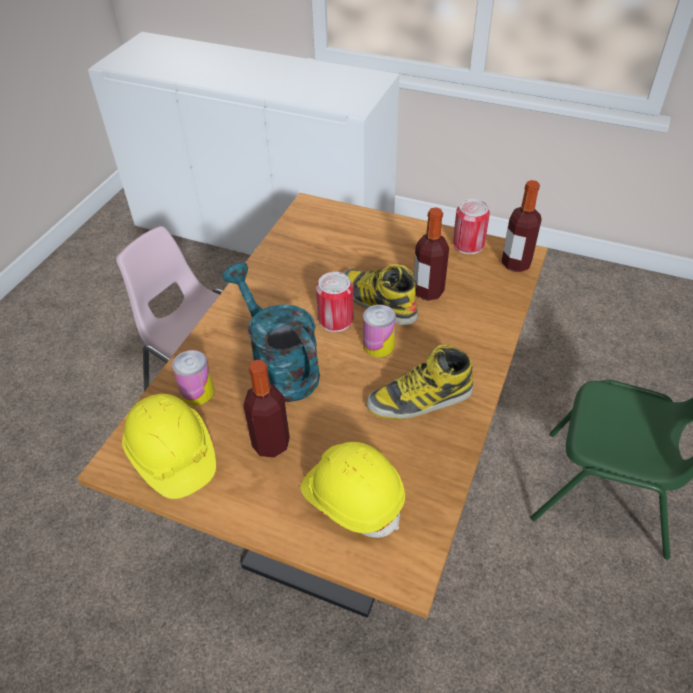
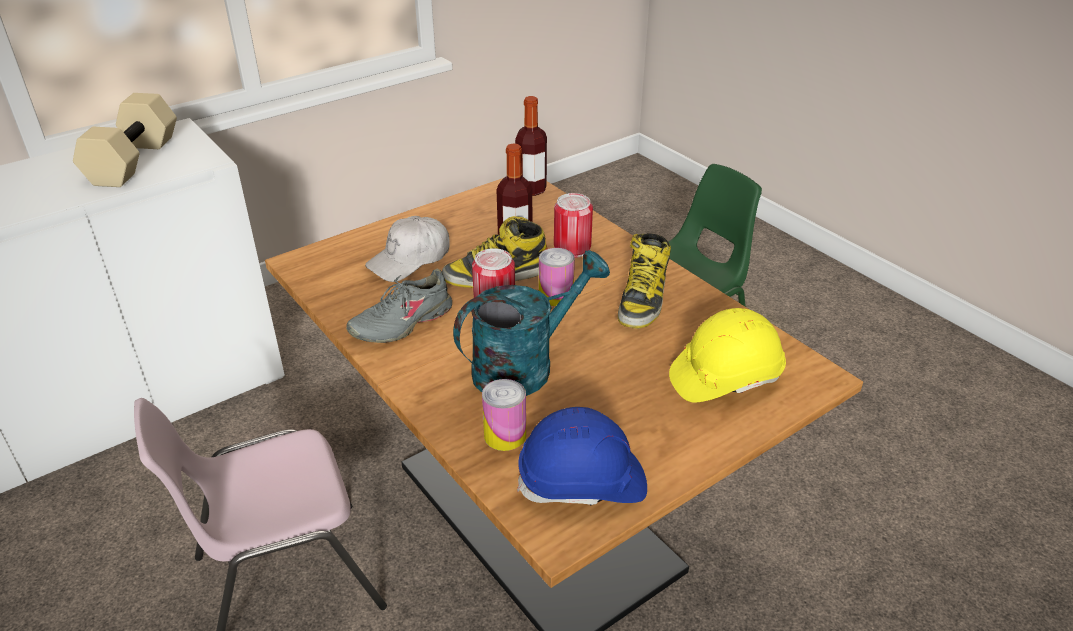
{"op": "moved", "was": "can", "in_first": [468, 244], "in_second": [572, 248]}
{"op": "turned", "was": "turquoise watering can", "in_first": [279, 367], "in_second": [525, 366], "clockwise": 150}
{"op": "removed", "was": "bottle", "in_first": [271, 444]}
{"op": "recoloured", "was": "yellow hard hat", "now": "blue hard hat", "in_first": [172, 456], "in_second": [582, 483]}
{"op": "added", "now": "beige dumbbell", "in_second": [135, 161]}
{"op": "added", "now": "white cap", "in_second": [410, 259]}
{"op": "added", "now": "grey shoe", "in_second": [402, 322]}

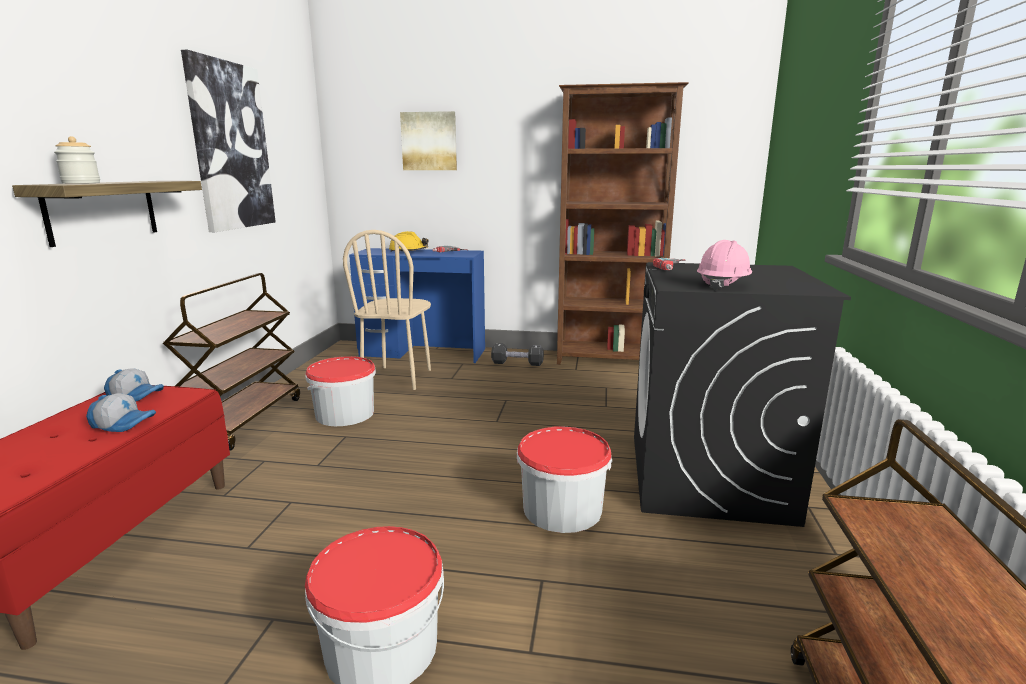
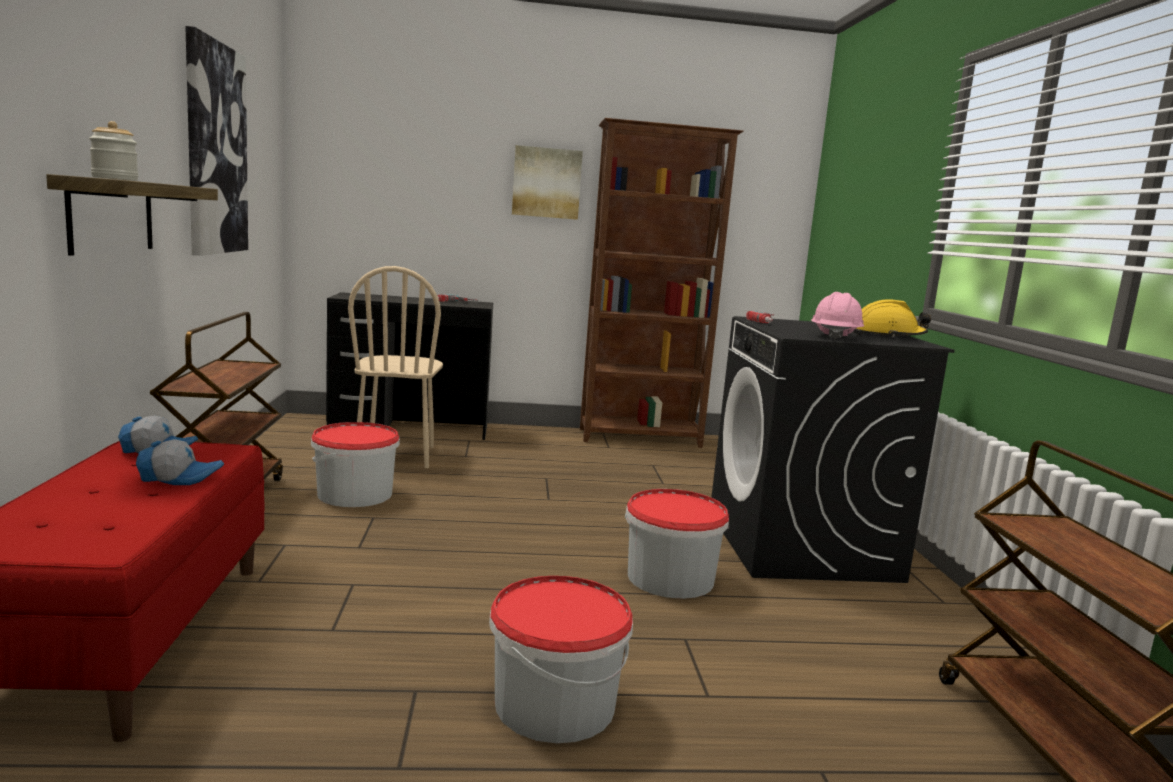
{"op": "moved", "was": "picture", "in_first": [429, 141], "in_second": [546, 183]}
{"op": "moved", "was": "yellow hard hat", "in_first": [408, 251], "in_second": [887, 336]}
{"op": "recoloured", "was": "blue desk", "now": "black desk", "in_first": [423, 352], "in_second": [410, 428]}
{"op": "removed", "was": "black dumbbell", "in_first": [517, 363]}

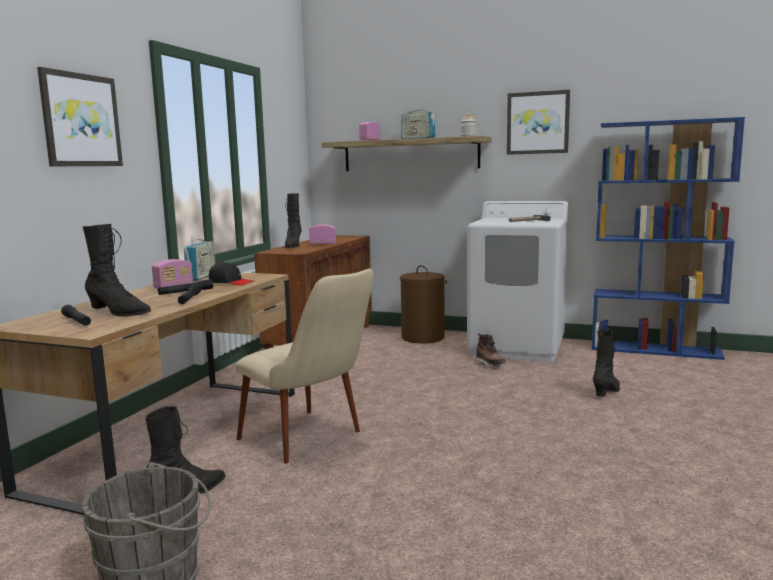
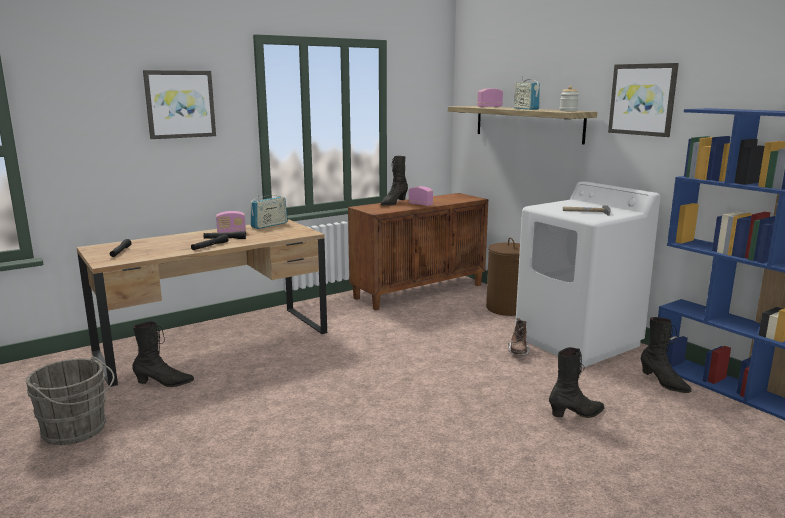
{"op": "moved", "was": "black boot", "in_first": [118, 312], "in_second": [663, 382]}
{"op": "removed", "was": "black cap", "in_first": [230, 282]}
{"op": "removed", "was": "beige chair", "in_first": [312, 441]}

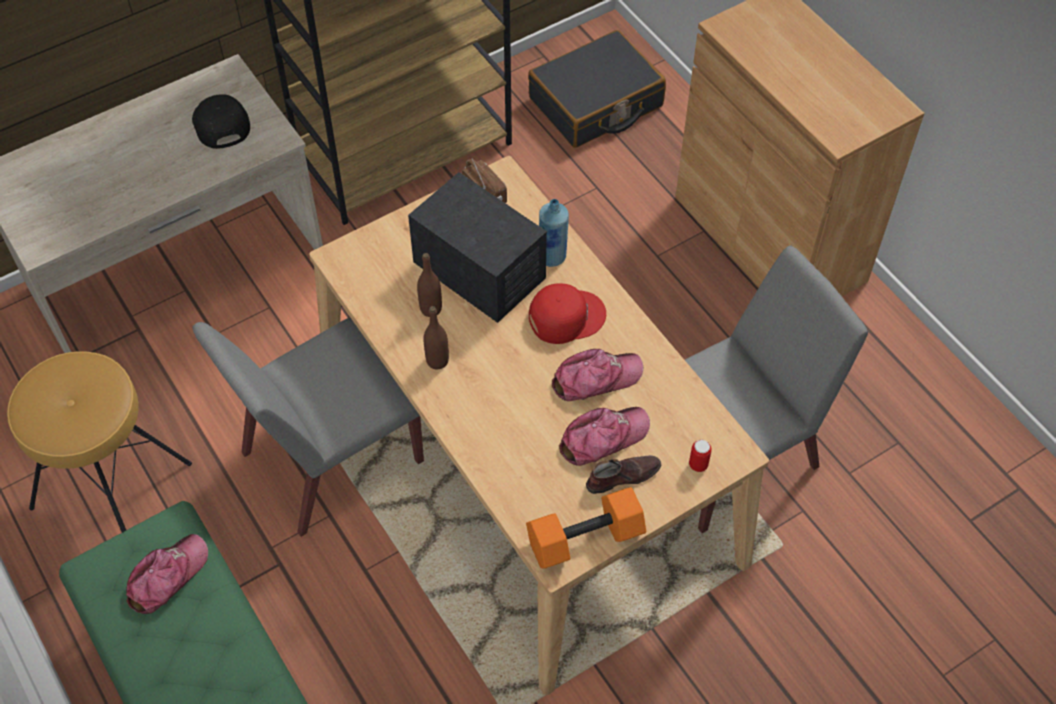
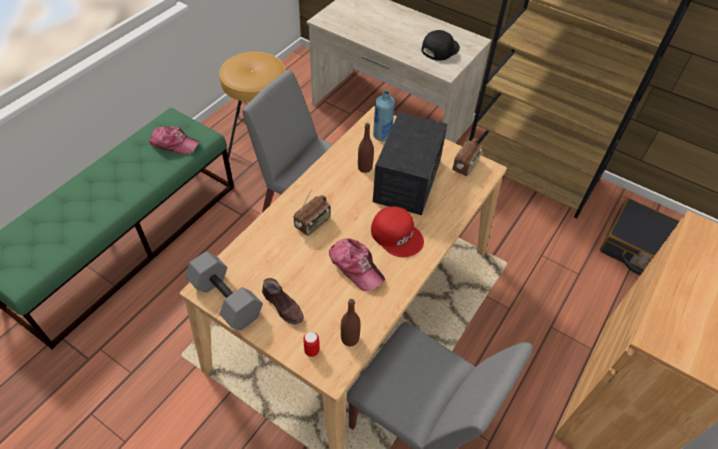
{"op": "moved", "was": "blue bottle", "in_first": [552, 257], "in_second": [382, 136]}
{"op": "moved", "was": "brown bottle", "in_first": [437, 361], "in_second": [350, 339]}
{"op": "removed", "was": "cap", "in_first": [603, 438]}
{"op": "recoloured", "was": "orange dumbbell", "now": "grey dumbbell", "in_first": [584, 540], "in_second": [224, 299]}
{"op": "added", "now": "radio", "in_second": [313, 224]}

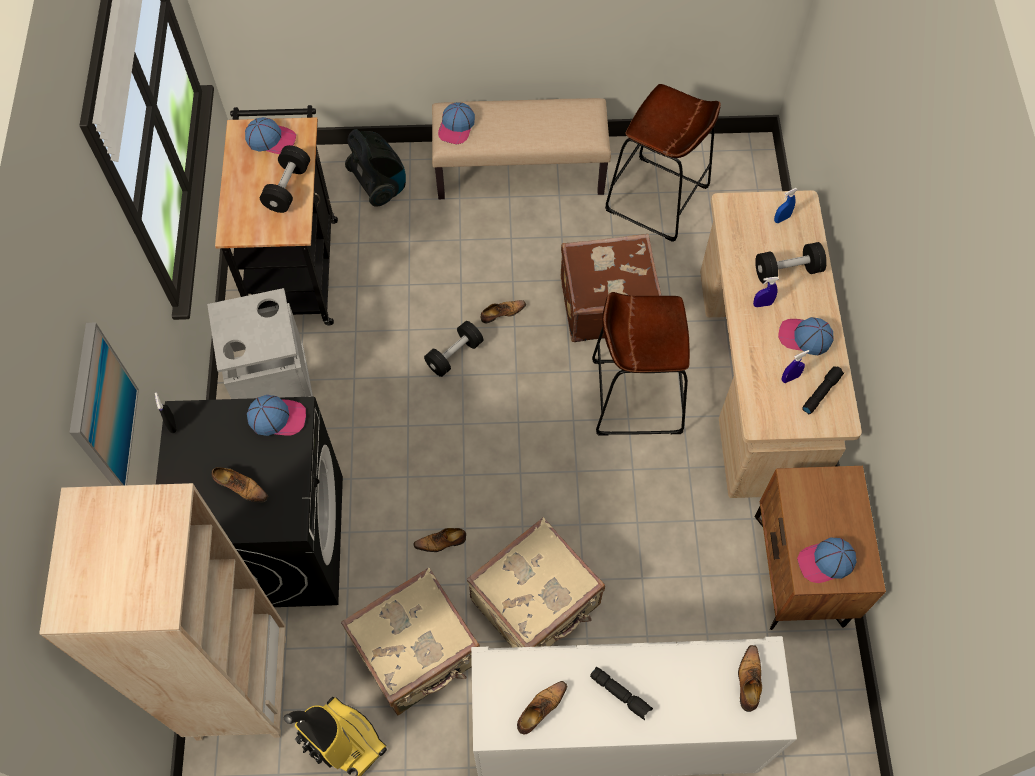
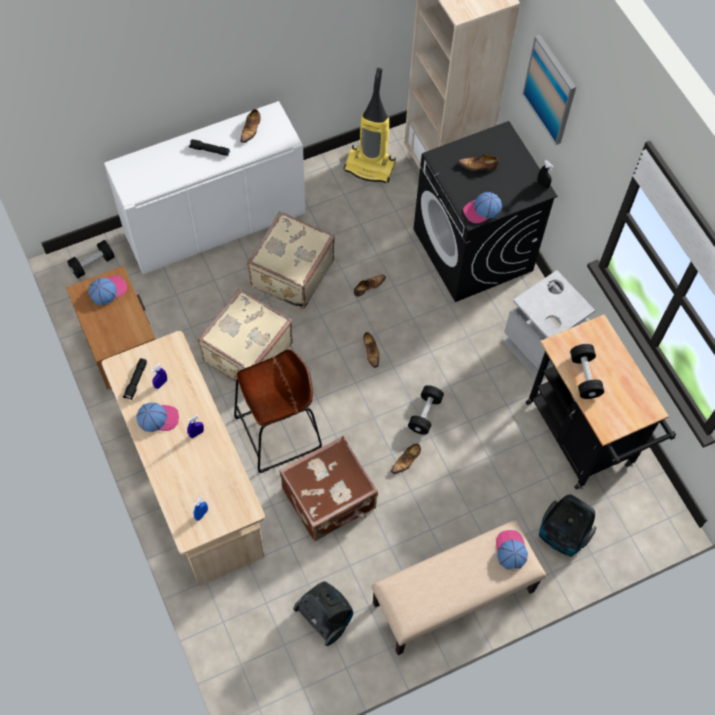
{"op": "replaced", "was": "brown stool", "now": "vacuum cleaner", "in_first": [657, 199], "in_second": [325, 617]}
{"op": "removed", "was": "cap", "in_first": [271, 139]}
{"op": "moved", "was": "black dumbbell", "in_first": [787, 271], "in_second": [92, 264]}
{"op": "moved", "was": "beige suitcase", "in_first": [417, 653], "in_second": [246, 352]}
{"op": "moved", "was": "shoe", "in_first": [748, 681], "in_second": [371, 351]}

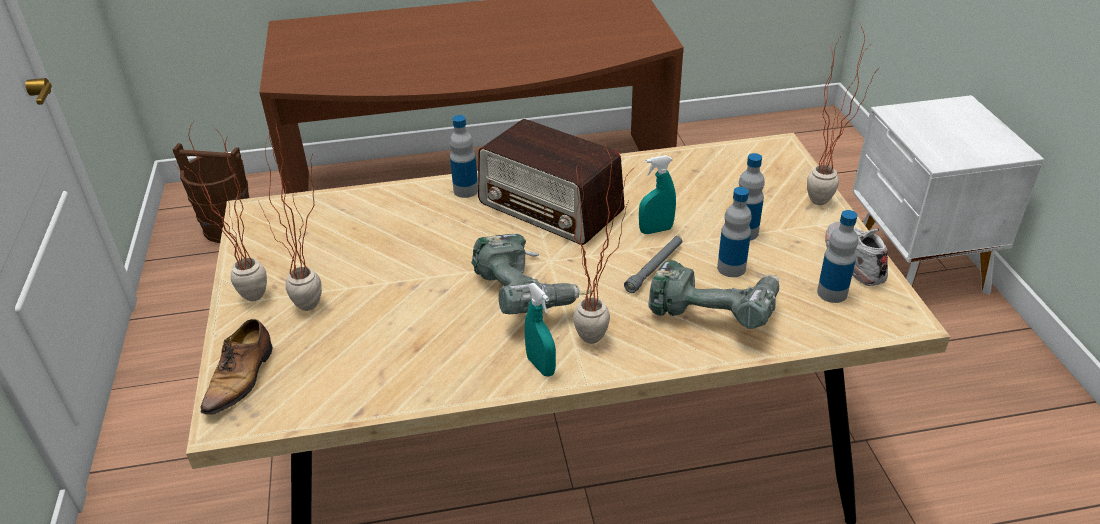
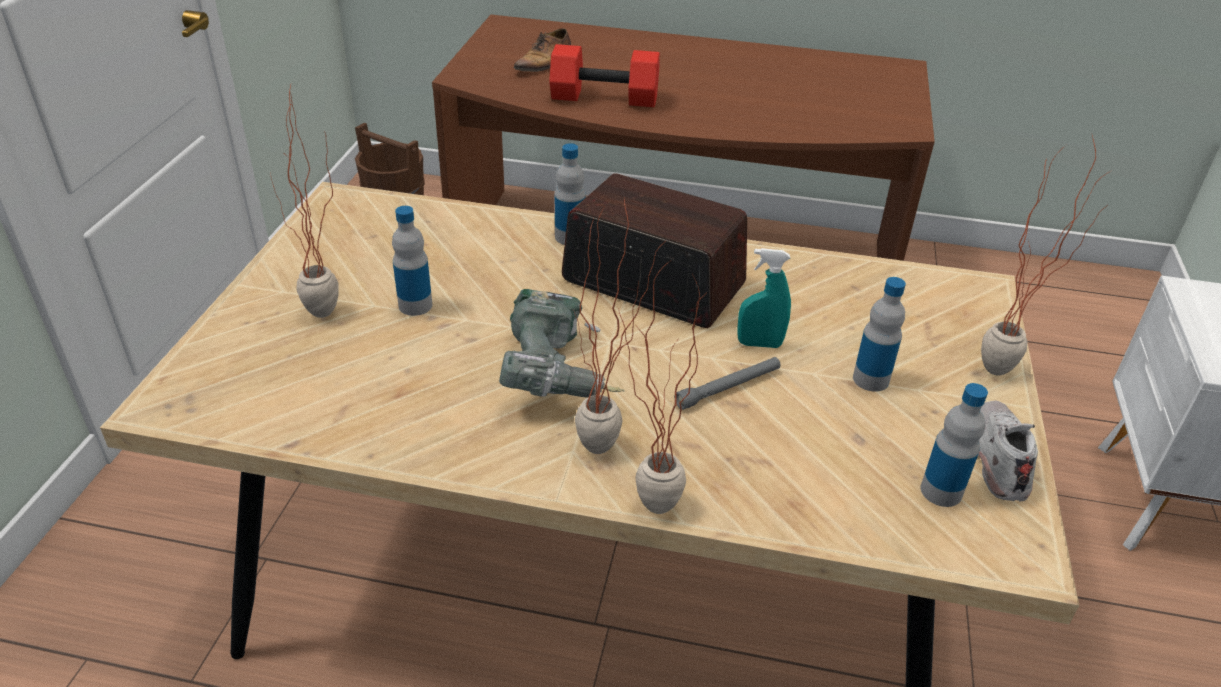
{"op": "turned", "was": "radio", "in_first": [551, 207], "in_second": [652, 282], "clockwise": 150}
{"op": "moved", "was": "potted plant", "in_first": [245, 302], "in_second": [644, 511]}
{"op": "moved", "was": "bottle", "in_first": [731, 268], "in_second": [415, 305]}
{"op": "removed", "was": "power drill", "in_first": [713, 311]}
{"op": "removed", "was": "turquoise spray bottle", "in_first": [541, 366]}
{"op": "moved", "was": "shoe", "in_first": [241, 378], "in_second": [544, 63]}
{"op": "added", "now": "red dumbbell", "in_second": [603, 98]}

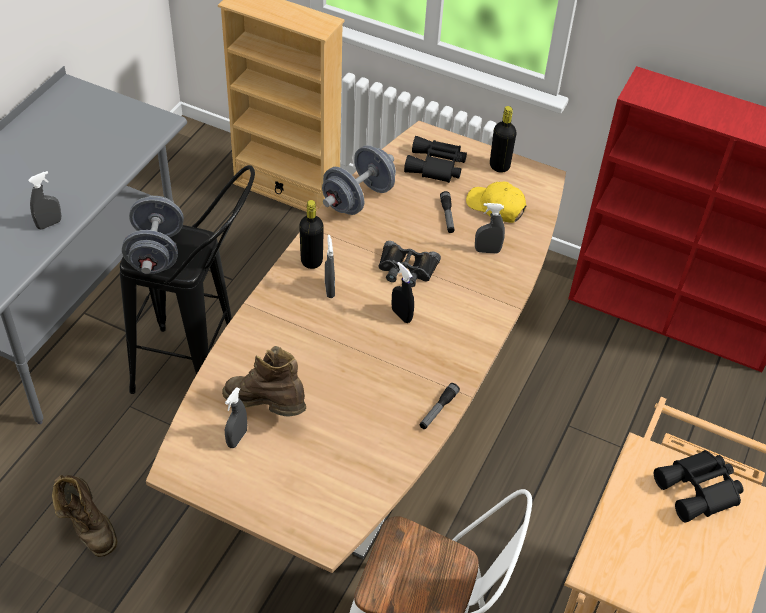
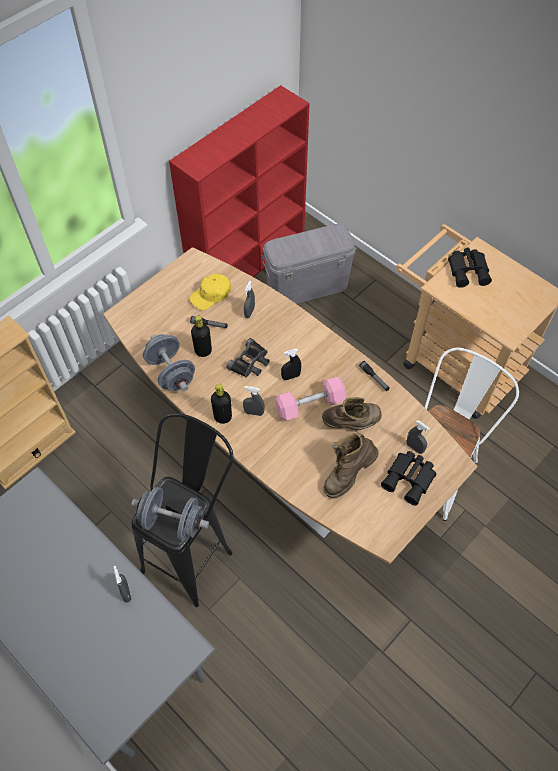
{"op": "moved", "was": "black bottle", "in_first": [499, 166], "in_second": [203, 351]}
{"op": "moved", "was": "black binoculars", "in_first": [436, 166], "in_second": [410, 479]}
{"op": "moved", "was": "grey spray bottle", "in_first": [237, 438], "in_second": [414, 447]}
{"op": "moved", "was": "brown boot", "in_first": [88, 527], "in_second": [352, 424]}
{"op": "added", "now": "grey storage box", "in_second": [307, 286]}
{"op": "added", "now": "pink dumbbell", "in_second": [310, 405]}

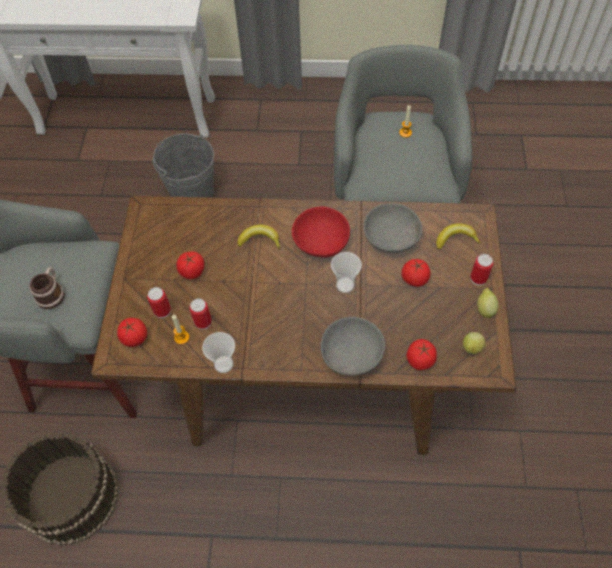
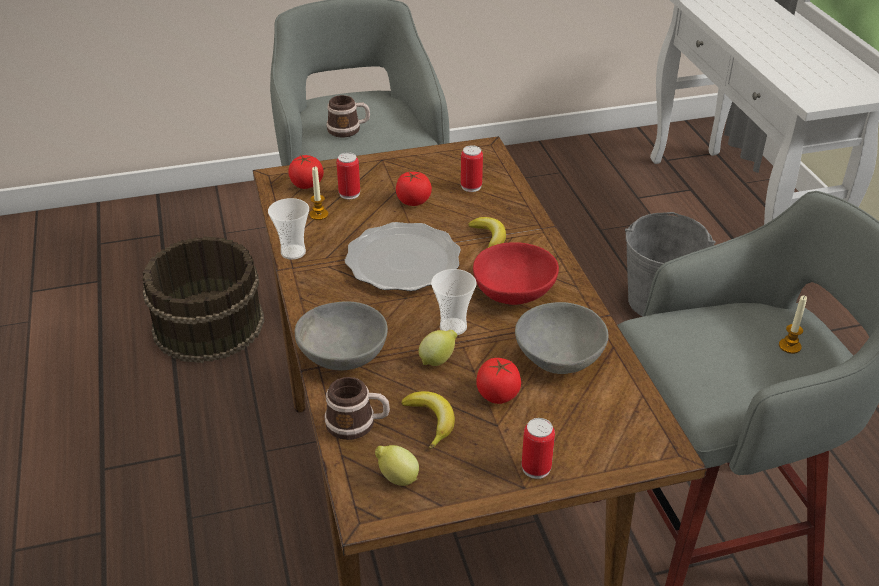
{"op": "moved", "was": "banana", "in_first": [455, 239], "in_second": [431, 421]}
{"op": "moved", "was": "lemon", "in_first": [485, 309], "in_second": [438, 360]}
{"op": "moved", "was": "can", "in_first": [203, 322], "in_second": [471, 186]}
{"op": "replaced", "was": "tomato", "now": "mug", "in_first": [420, 360], "in_second": [357, 424]}
{"op": "added", "now": "plate", "in_second": [402, 262]}

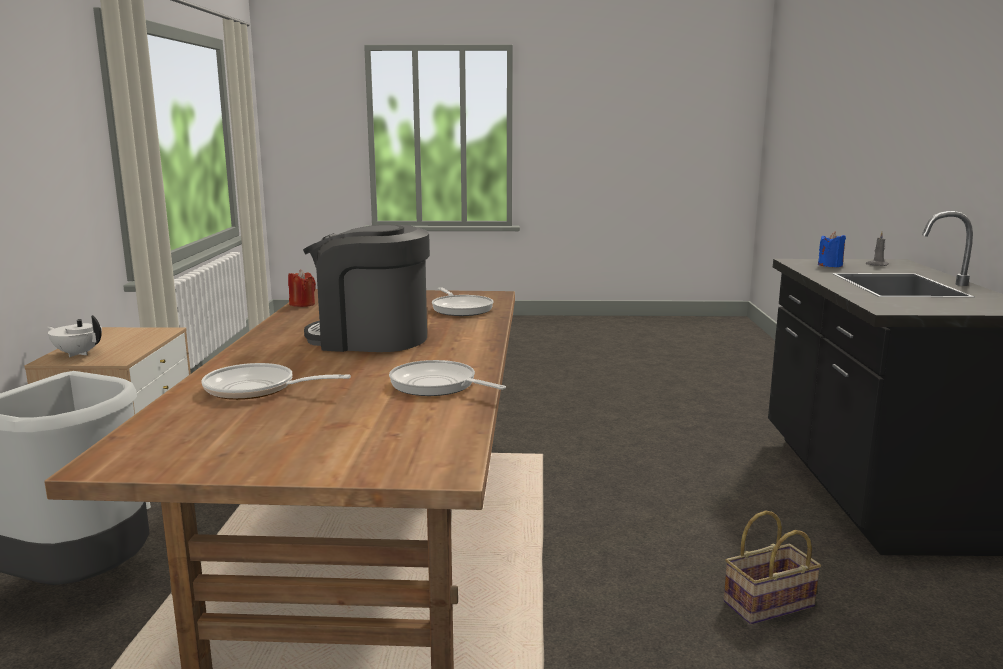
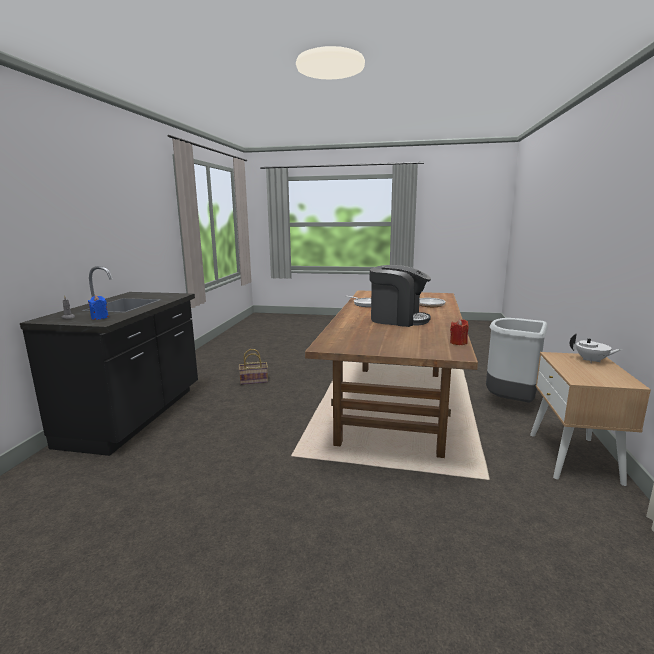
{"op": "removed", "was": "frying pan", "in_first": [461, 308]}

